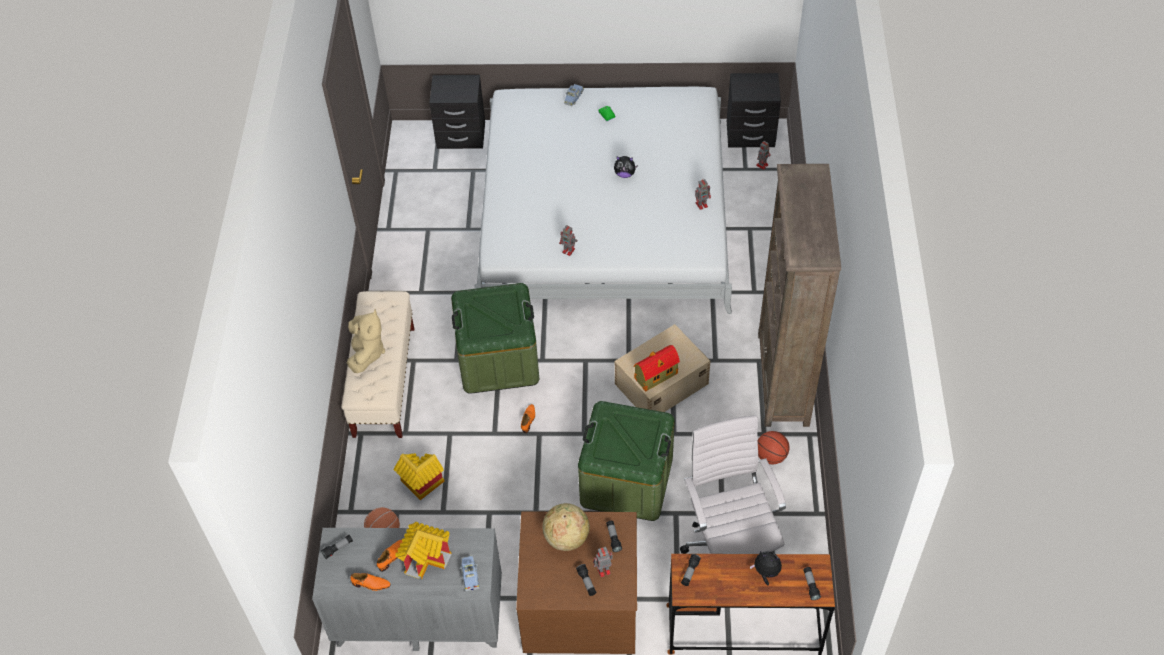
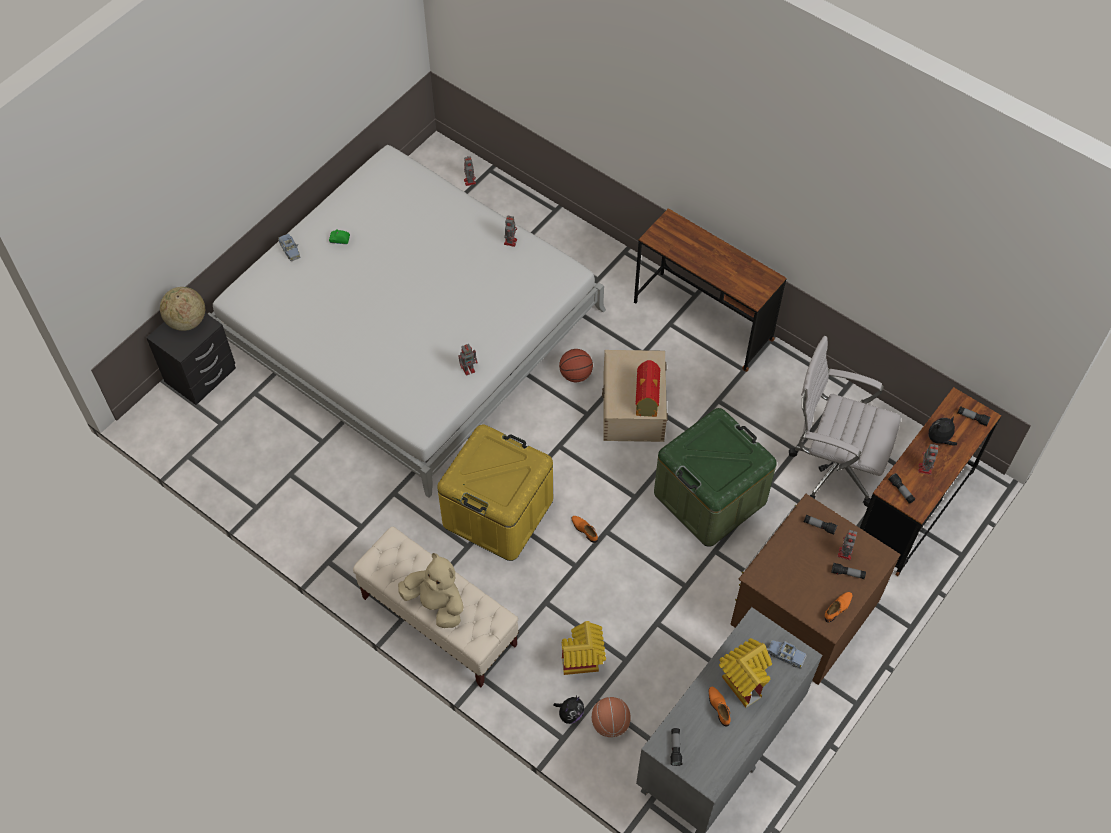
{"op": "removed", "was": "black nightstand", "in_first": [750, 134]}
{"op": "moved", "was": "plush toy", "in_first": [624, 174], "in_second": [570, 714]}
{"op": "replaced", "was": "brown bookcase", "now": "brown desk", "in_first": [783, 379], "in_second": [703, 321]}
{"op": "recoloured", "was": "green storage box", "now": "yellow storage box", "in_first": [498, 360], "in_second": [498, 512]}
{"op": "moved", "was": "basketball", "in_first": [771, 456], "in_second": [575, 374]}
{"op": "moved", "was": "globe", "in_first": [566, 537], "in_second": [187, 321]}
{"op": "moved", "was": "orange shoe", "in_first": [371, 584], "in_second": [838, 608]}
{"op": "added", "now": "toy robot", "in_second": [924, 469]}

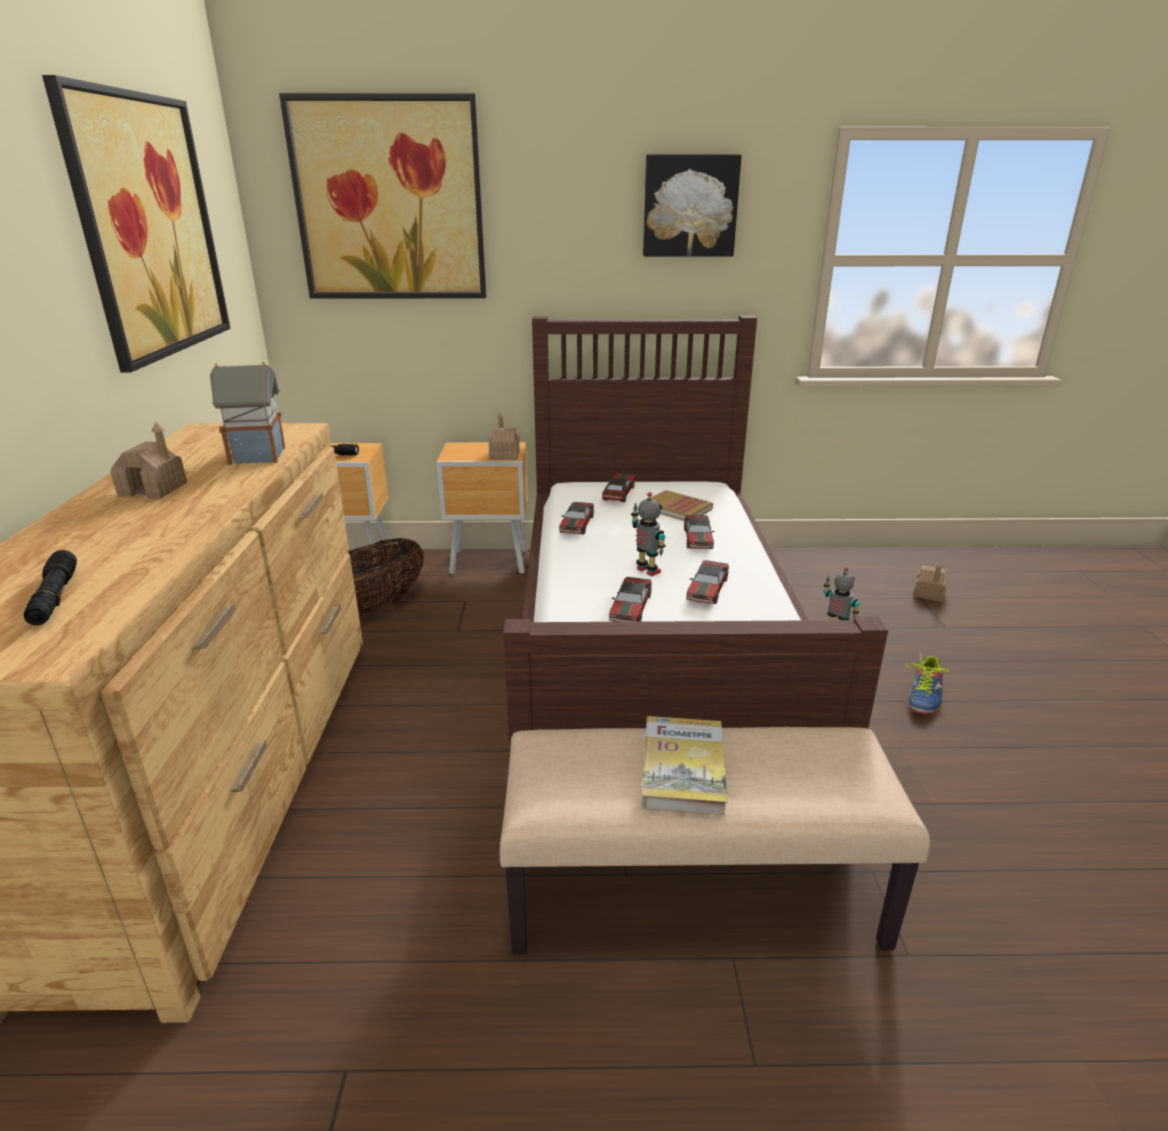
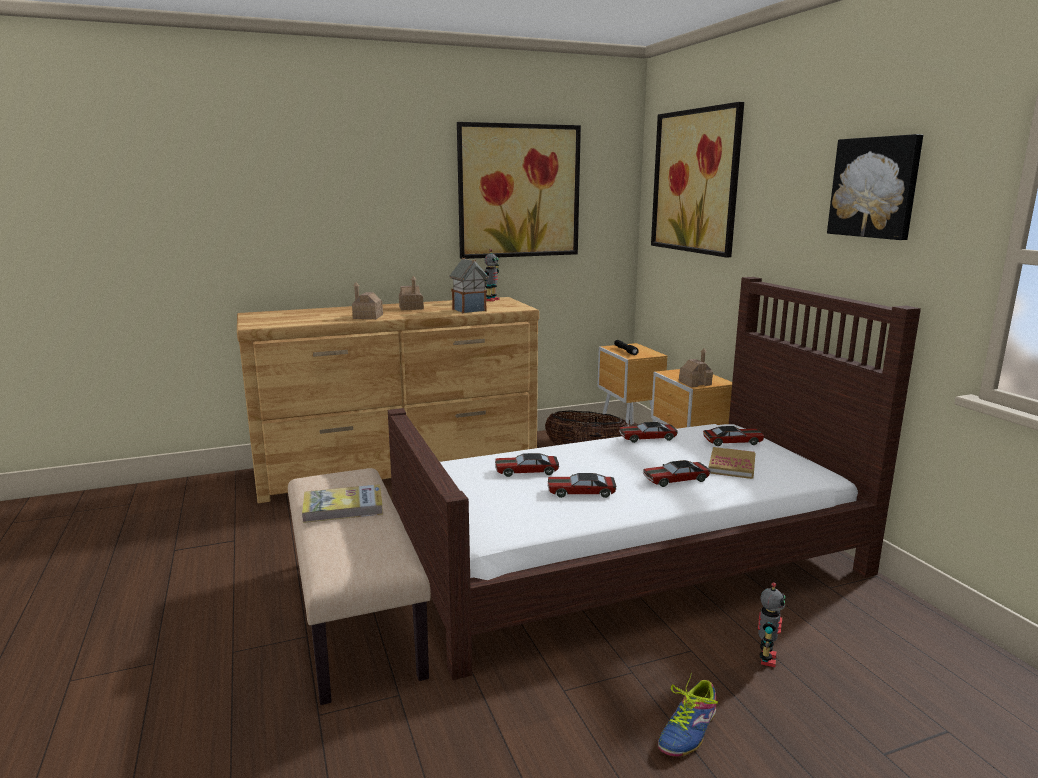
{"op": "moved", "was": "toy robot", "in_first": [647, 571], "in_second": [491, 300]}
{"op": "removed", "was": "black flashlight", "in_first": [54, 597]}
{"op": "moved", "was": "toy house", "in_first": [929, 593], "in_second": [367, 317]}
{"op": "turned", "was": "shoe", "in_first": [924, 696], "in_second": [688, 730], "clockwise": -60}

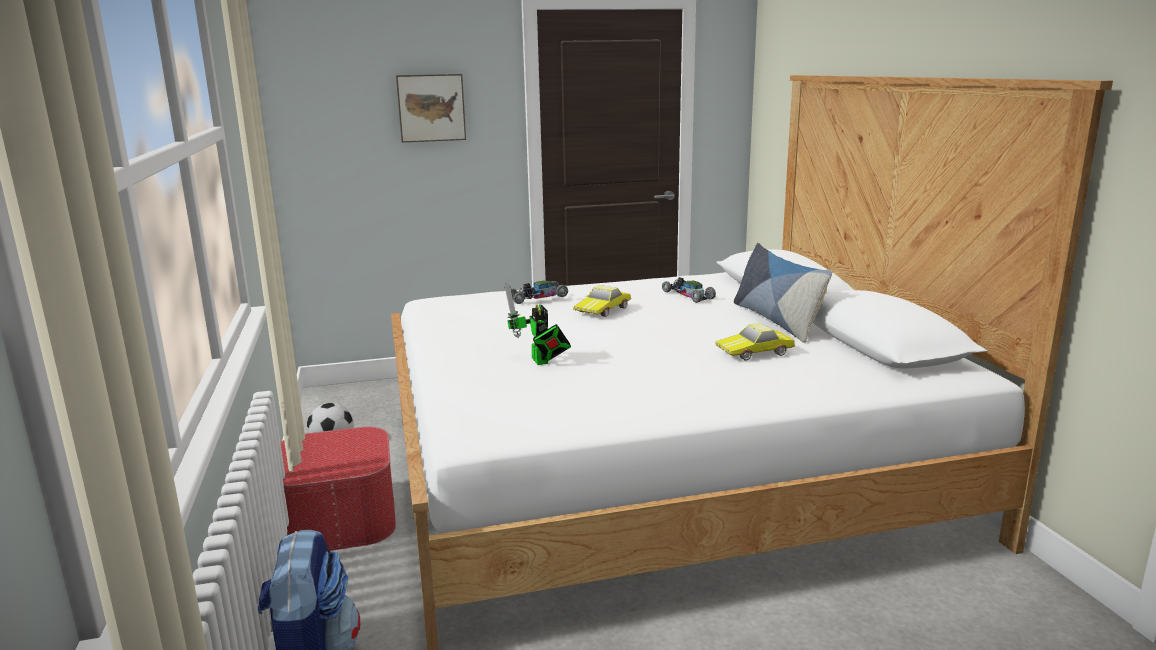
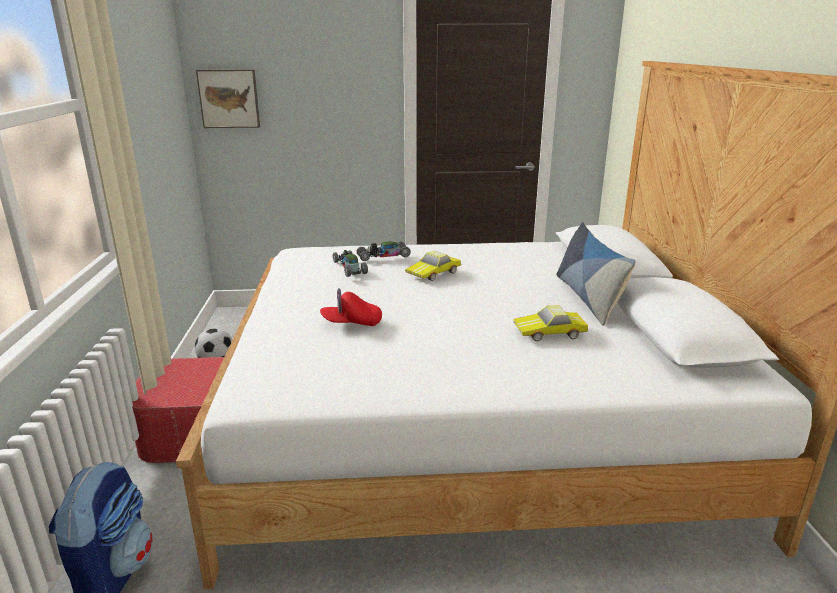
{"op": "moved", "was": "picture", "in_first": [431, 107], "in_second": [229, 98]}
{"op": "moved", "was": "toy car", "in_first": [687, 295], "in_second": [349, 268]}
{"op": "replaced", "was": "toy robot", "now": "red cap", "in_first": [541, 362], "in_second": [351, 323]}

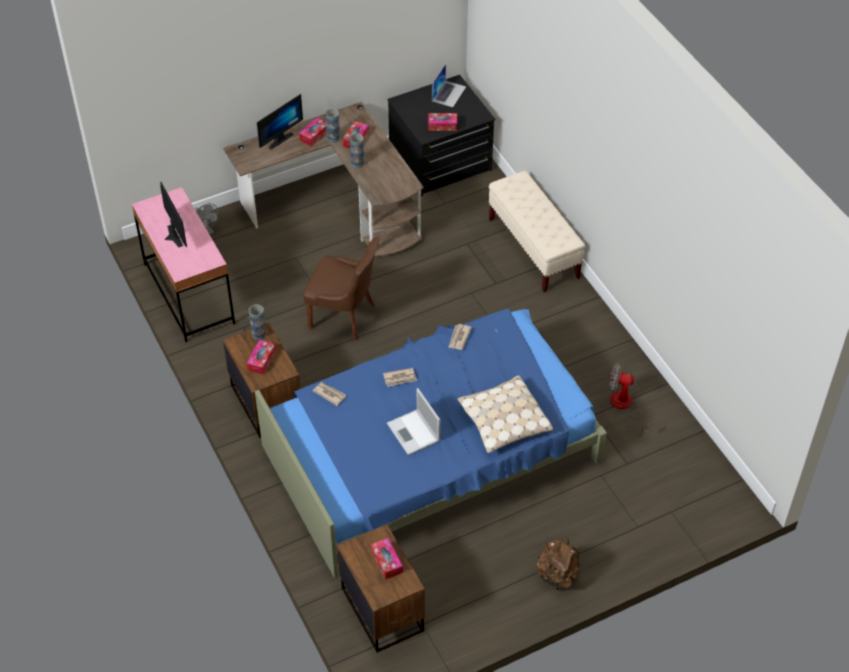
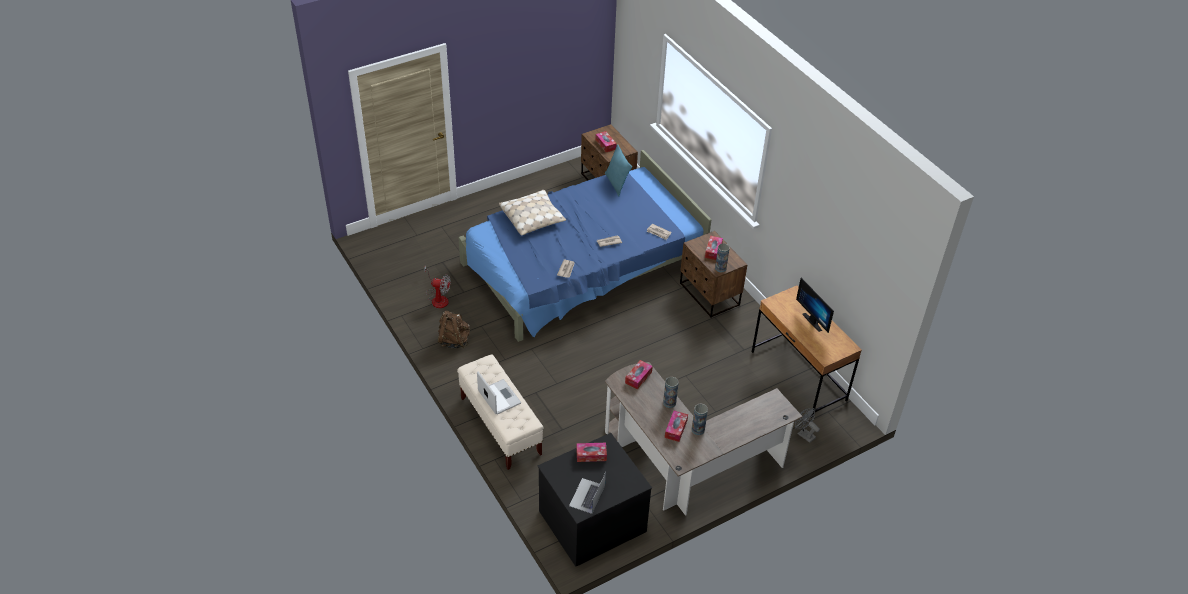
{"op": "removed", "was": "monitor", "in_first": [278, 139]}
{"op": "moved", "was": "tissue box", "in_first": [314, 135], "in_second": [638, 377]}
{"op": "recoloured", "was": "pink desk", "now": "brown desk", "in_first": [189, 293], "in_second": [798, 376]}
{"op": "removed", "was": "brown chair", "in_first": [344, 316]}
{"op": "moved", "was": "laptop", "in_first": [414, 433], "in_second": [498, 397]}
{"op": "moved", "was": "brown backpack", "in_first": [557, 575], "in_second": [454, 340]}
{"op": "added", "now": "turquoise pillow", "in_second": [616, 184]}

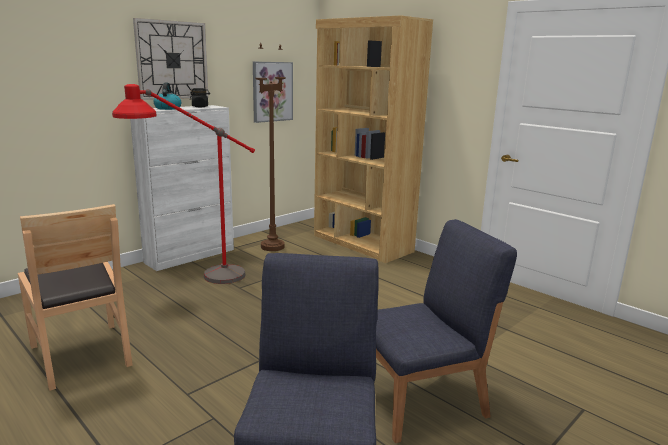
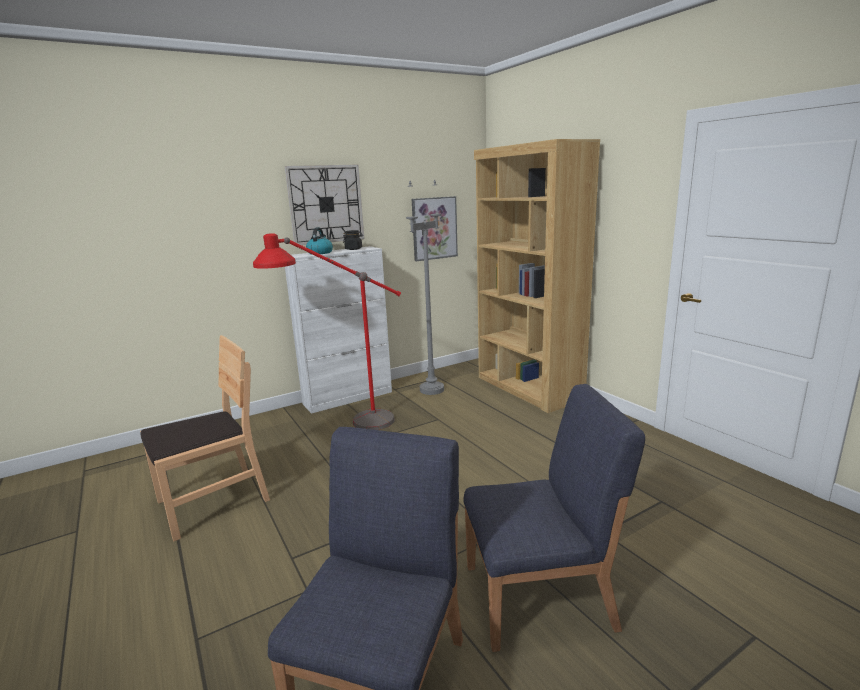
{"op": "recoloured", "was": "brown floor lamp", "now": "grey floor lamp", "in_first": [272, 247], "in_second": [431, 390]}
{"op": "turned", "was": "brown chair", "in_first": [82, 354], "in_second": [213, 502], "clockwise": -105}

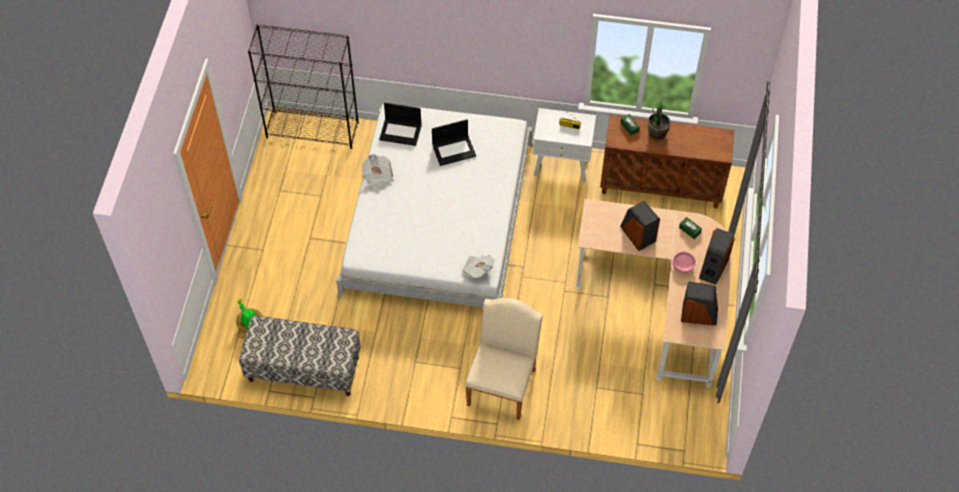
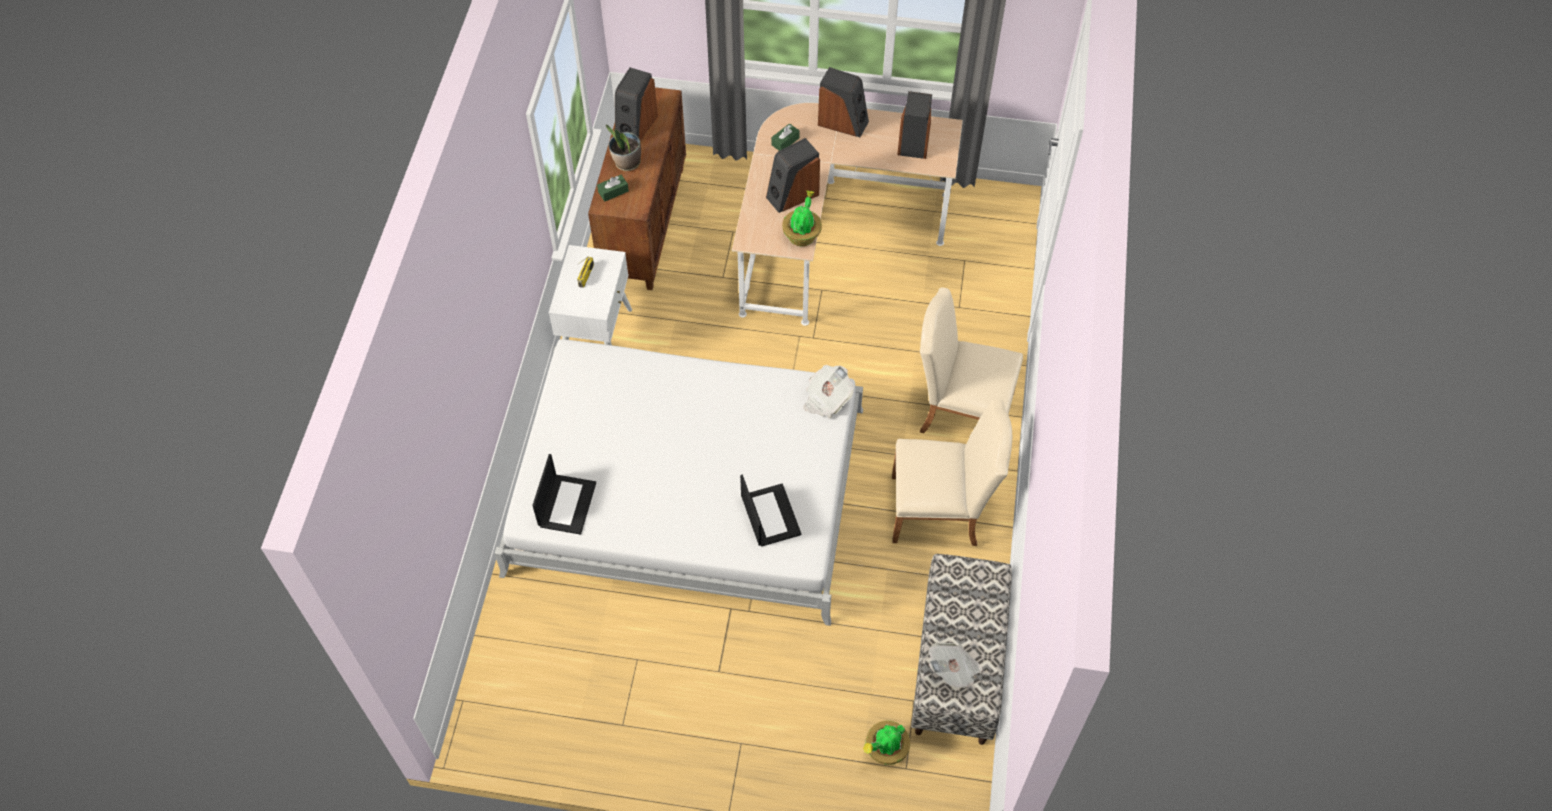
{"op": "removed", "was": "black bookcase", "in_first": [313, 129]}
{"op": "moved", "was": "laptop", "in_first": [454, 150], "in_second": [769, 515]}
{"op": "moved", "was": "newspaper", "in_first": [378, 178], "in_second": [953, 670]}
{"op": "removed", "was": "pink bowl", "in_first": [683, 266]}
{"op": "added", "now": "speaker", "in_second": [635, 127]}
{"op": "added", "now": "potted plant", "in_second": [802, 235]}
{"op": "added", "now": "beige chair", "in_second": [941, 510]}

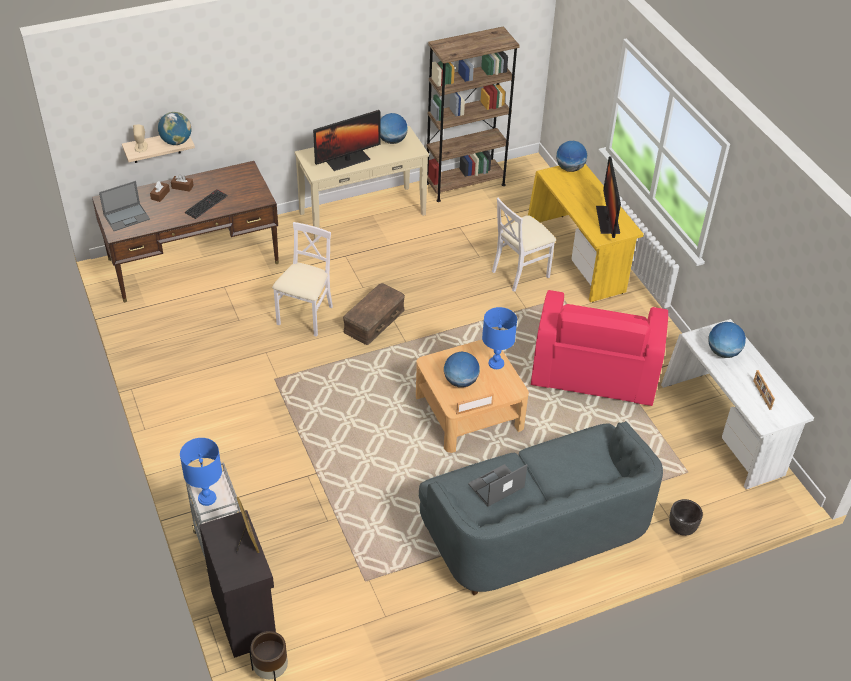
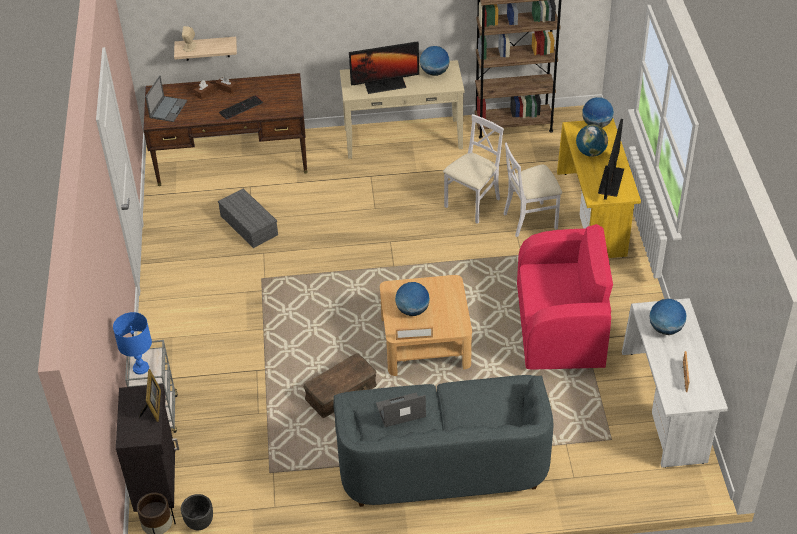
{"op": "moved", "was": "globe", "in_first": [176, 142], "in_second": [590, 152]}
{"op": "turned", "was": "laptop", "in_first": [127, 217], "in_second": [168, 109], "clockwise": -60}
{"op": "moved", "was": "white chair", "in_first": [306, 316], "in_second": [473, 204]}
{"op": "moved", "was": "brown storage box", "in_first": [373, 320], "in_second": [340, 391]}
{"op": "turned", "was": "pink armchair", "in_first": [594, 372], "in_second": [561, 327], "clockwise": -120}
{"op": "removed", "was": "blue table lamp", "in_first": [496, 363]}
{"op": "moved", "was": "black planter", "in_first": [681, 529], "in_second": [199, 523]}
{"op": "added", "now": "grey storage box", "in_second": [248, 225]}

